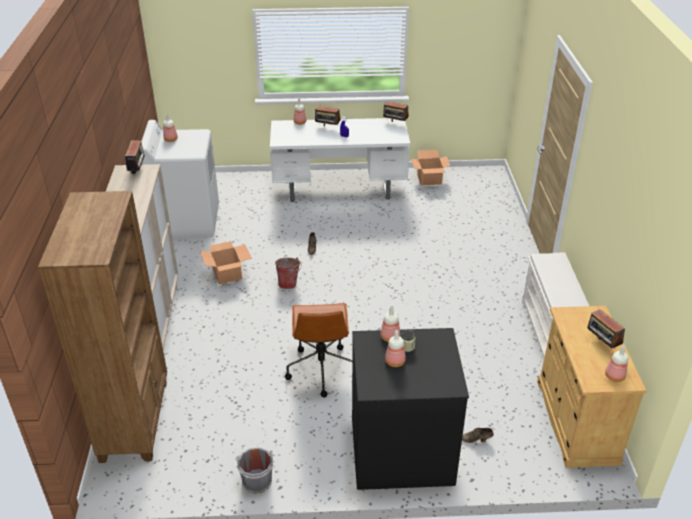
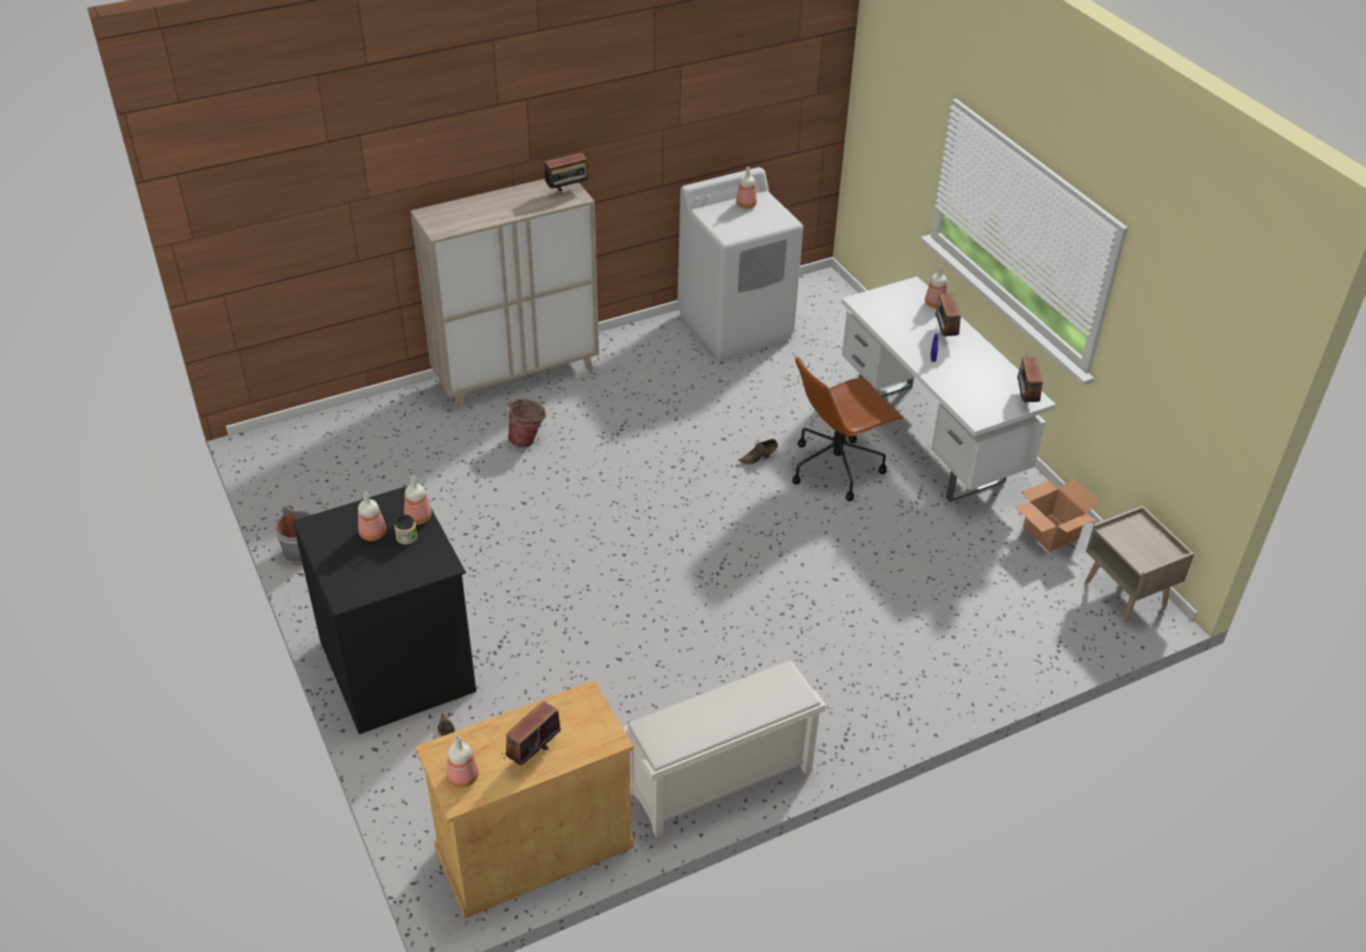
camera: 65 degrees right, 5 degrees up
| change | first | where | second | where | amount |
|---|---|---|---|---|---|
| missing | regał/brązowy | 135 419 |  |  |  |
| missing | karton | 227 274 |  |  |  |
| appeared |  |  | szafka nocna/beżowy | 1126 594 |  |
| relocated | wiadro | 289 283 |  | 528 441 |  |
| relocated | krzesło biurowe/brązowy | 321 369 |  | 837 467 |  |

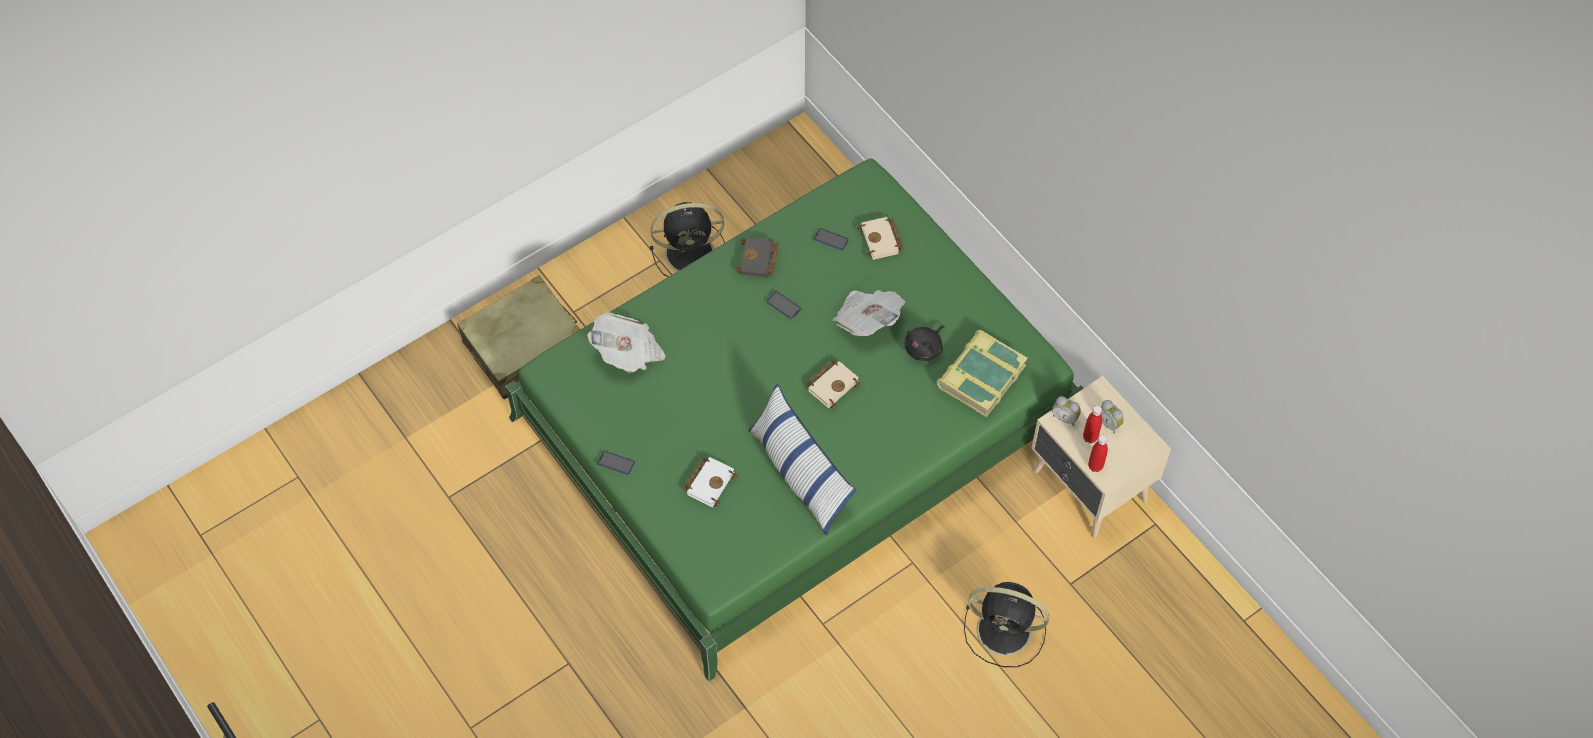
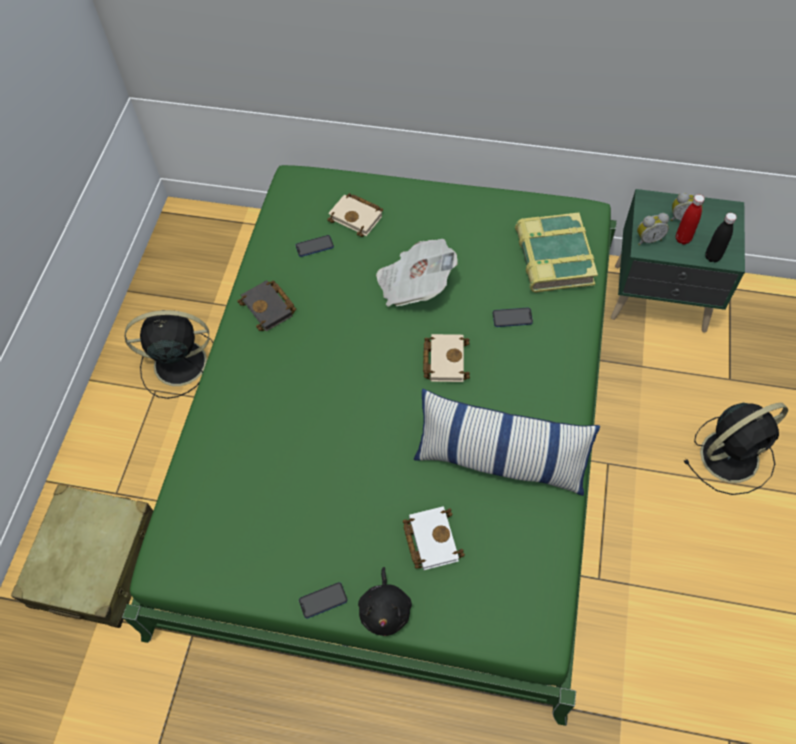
camera: 40 degrees left, 0 degrees up
| change | first | where | second | where | amount |
|---|---|---|---|---|---|
| missing | gazeta | 628 353 |  |  |  |
| relocated | telefon | 783 306 |  | 512 318 |  |
| relocated | pluszak/czarny | 924 348 |  | 385 609 |  |
| colour | szafka nocna/beżowy | 1089 488 | szafka nocna/zielony | 661 300 |  |
| colour | butelka/czerwony | 1095 466 | butelka/czarny | 712 257 |  |
| spun | wentylator/czarny | 691 252 |  | 177 363 | 135 degrees counterclockwise |

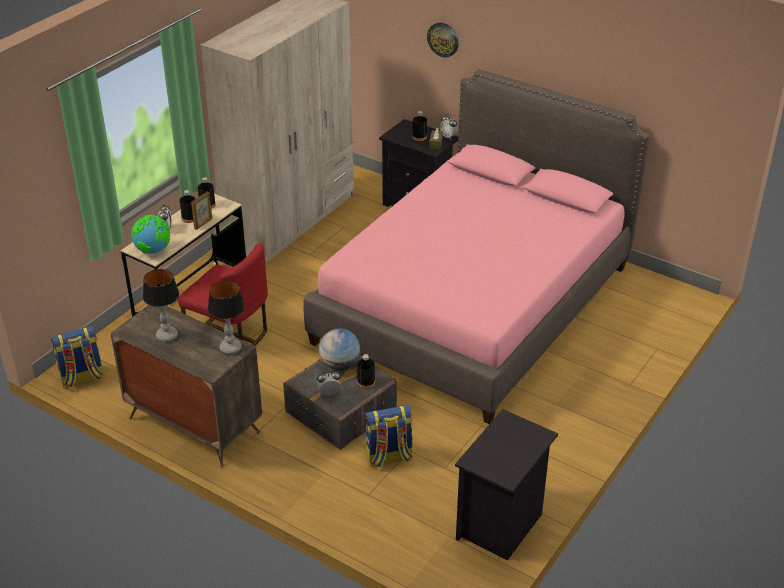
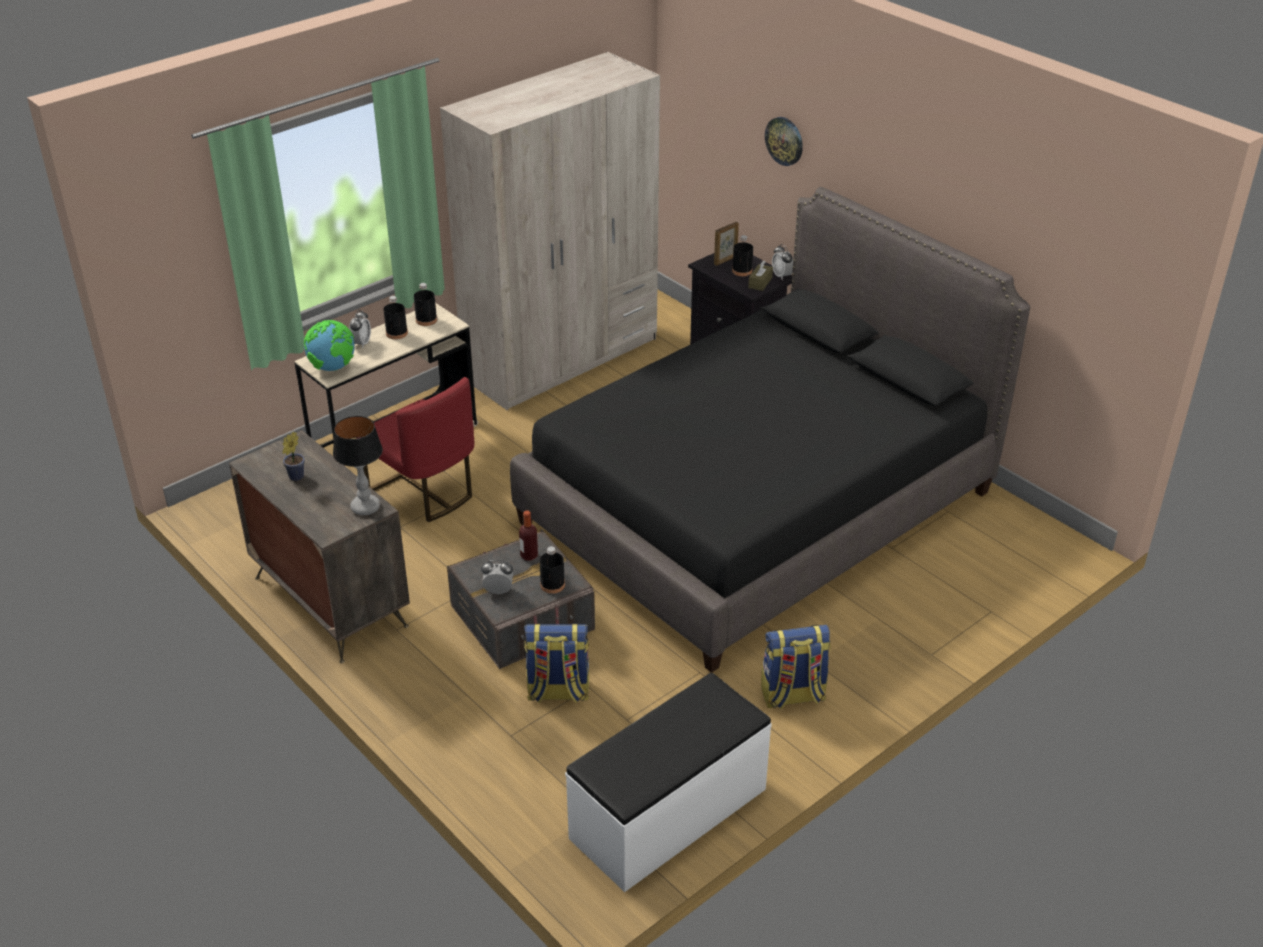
camera: 15 degrees right, 0 degrees up
| change | first | where | second | where | amount |
|---|---|---|---|---|---|
| relocated | plecak | 82 378 |  | 792 695 |  |
| relocated | ramka na zdjęcie | 203 224 |  | 725 260 |  |
| exchanged | lampa stołowa | 167 336 | roślina doniczkowa | 295 477 |  |
| exchanged | globus | 340 364 | butelka | 529 555 |  |
| exchanged | szafka nocna/czarny | 501 525 | ławka/biały | 669 814 |  |
| colour | łóżko/różowy | 474 304 | łóżko/czarny | 758 507 |  |

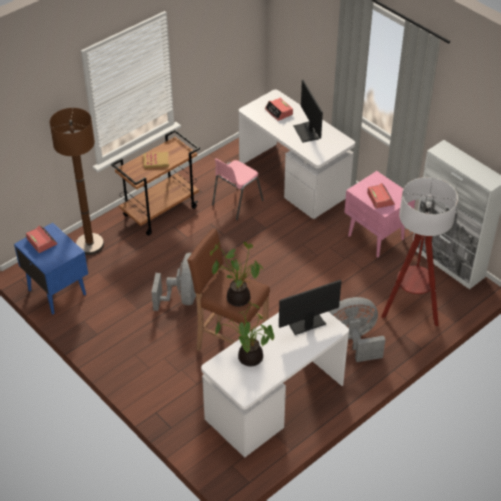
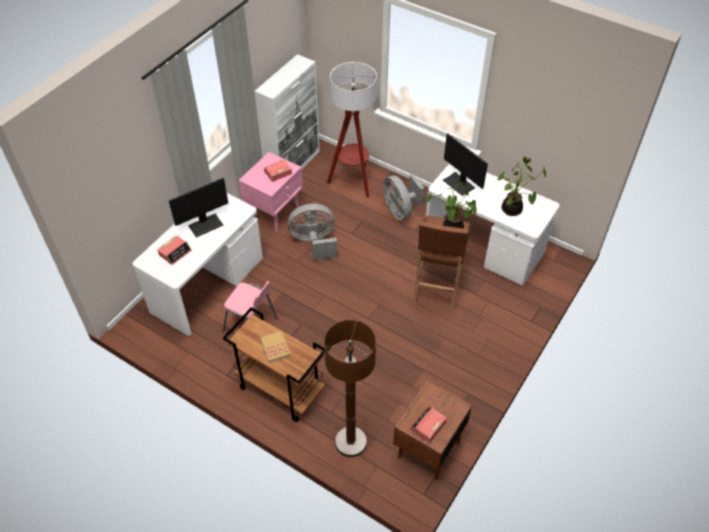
camera: 105 degrees left, 5 degrees up
| change | first | where | second | where | amount |
|---|---|---|---|---|---|
| relocated | wentylator/szary | 183 297 |  | 314 242 |  |
| colour | szafka nocna/niebieski | 57 291 | szafka nocna/brązowy | 427 450 |  |

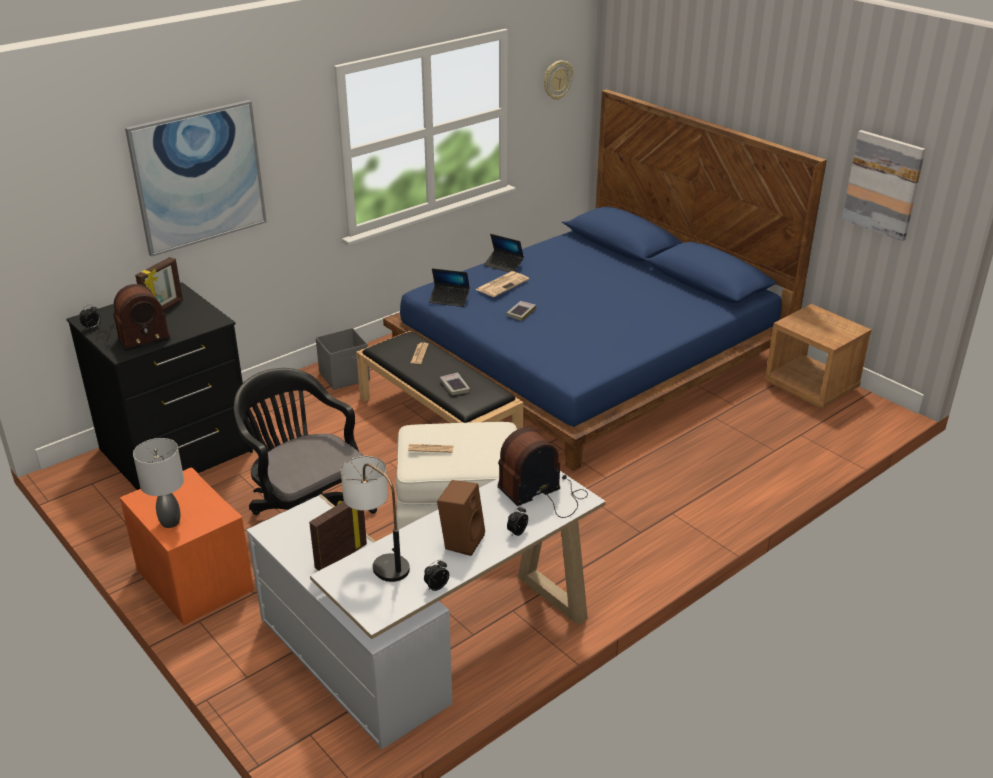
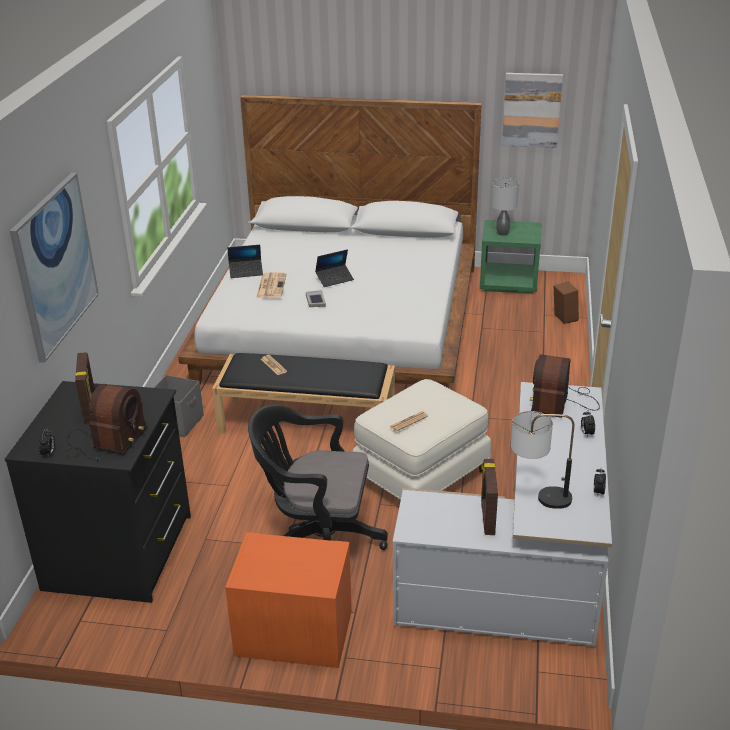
camera: 40 degrees left, 0 degrees up
| change | first | where | second | where | amount |
|---|---|---|---|---|---|
| missing | książka | 454 387 |  |  |  |
| missing | zegar ścienny | 557 80 |  |  |  |
| relocated | lampa stołowa/szary | 170 522 |  | 502 233 |  |
| relocated | laptop | 449 299 |  | 334 279 |  |
| relocated | głośnik/brązowy | 461 540 |  | 563 318 |  |
| colour | łóżko/niebieski | 588 355 | łóżko/biały | 342 323 |  |
| colour | szafka nocna/brązowy | 811 386 | szafka nocna/zielony | 509 282 |  |

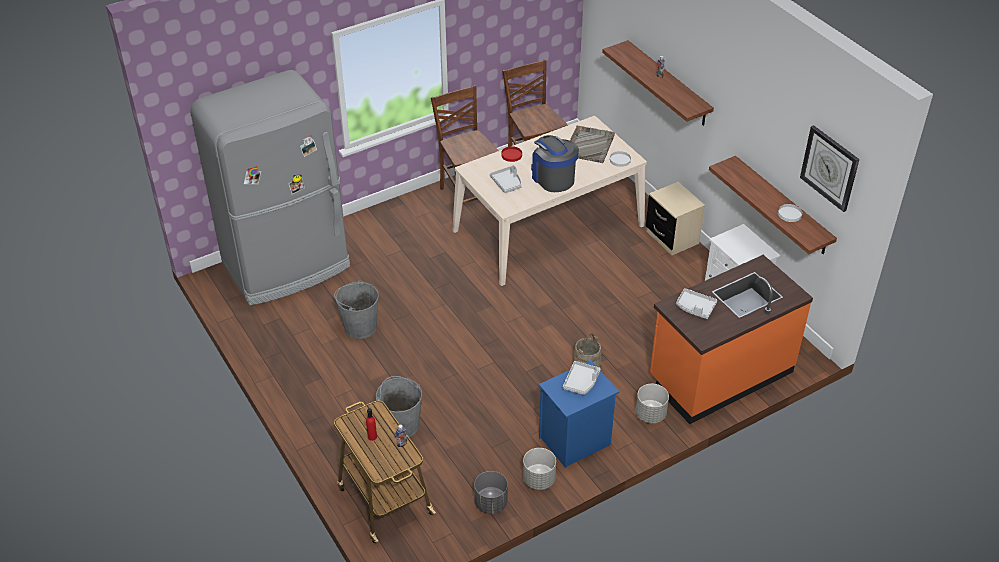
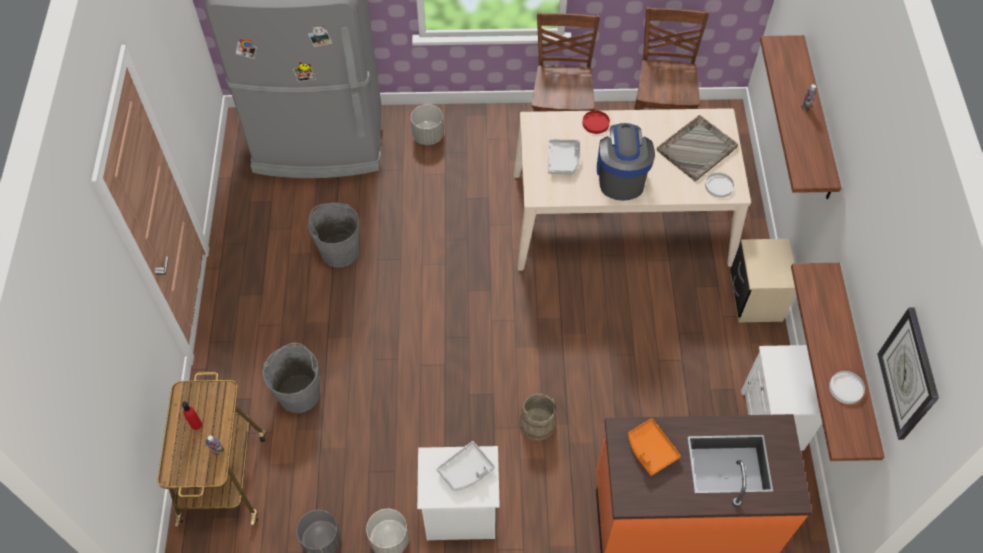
camera: 30 degrees right, 15 degrees up
| change | first | where | second | where | amount |
|---|---|---|---|---|---|
| relocated | donica/szary | 650 414 |  | 428 136 |  |
| colour | szafka nocna/niebieski | 574 442 | szafka nocna/biały | 459 513 |  |
| colour | taca/szary | 695 308 | taca/pomarańczowy | 650 450 |  |

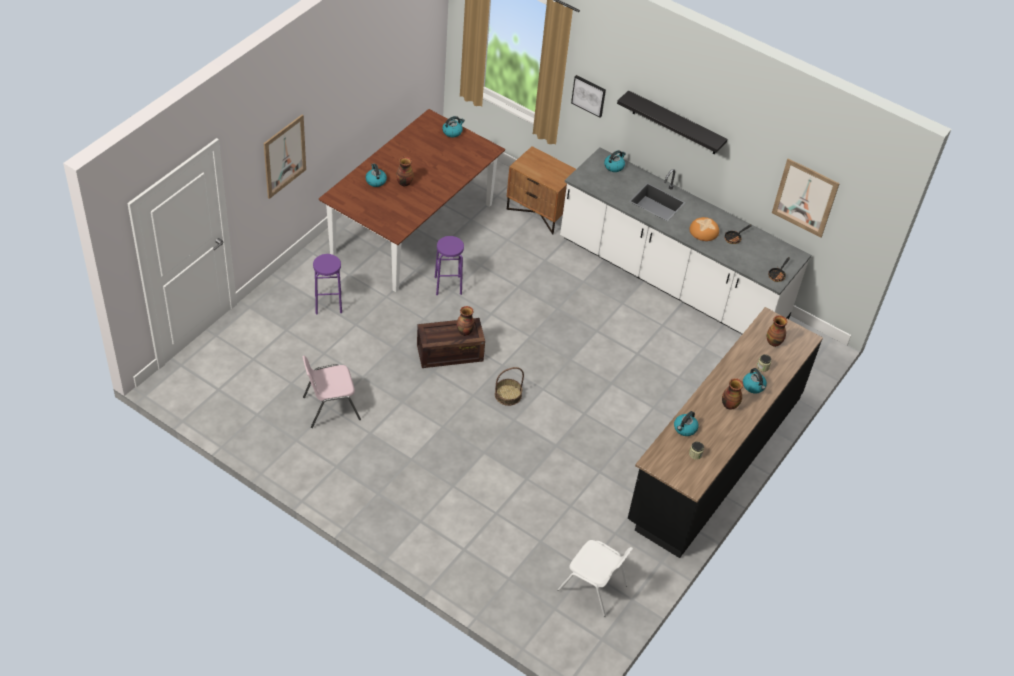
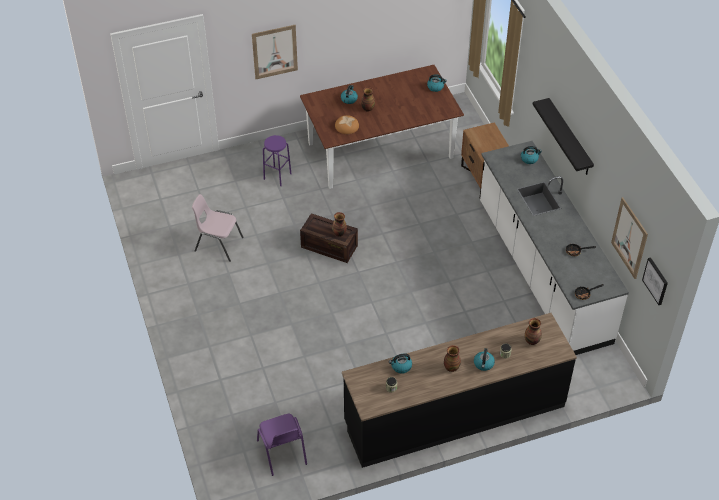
camera: 40 degrees right, 0 degrees up
| change | first | where | second | where | amount |
|---|---|---|---|---|---|
| missing | stołek/fioletowy | 448 285 |  |  |  |
| missing | koszyk | 508 395 |  |  |  |
| relocated | obraz | 589 95 |  | 656 281 |  |
| relocated | chleb | 703 231 |  | 346 126 |  |
| colour | krzesło/biały | 593 588 | krzesło/fioletowy | 282 453 |  |

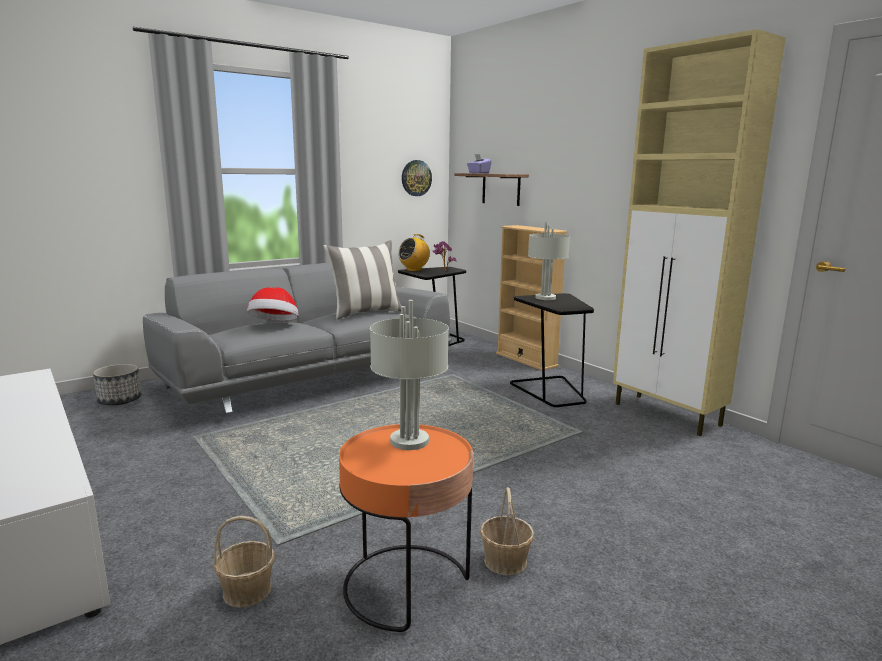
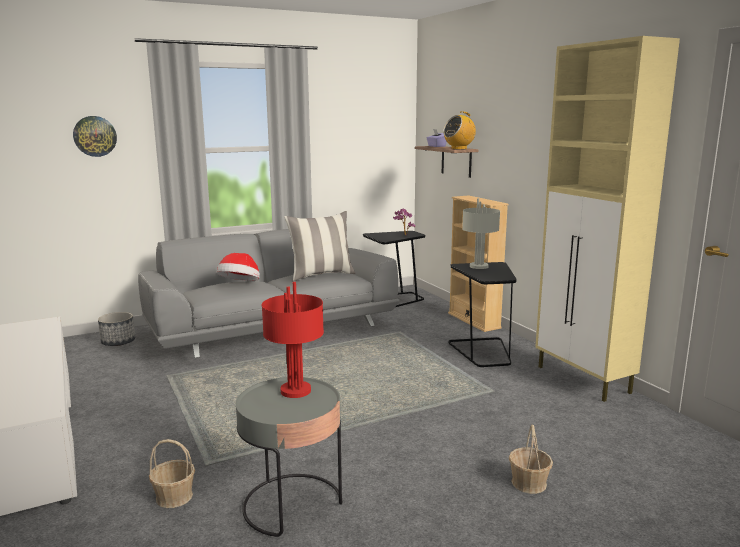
camera: 10 degrees right, 0 degrees up
| change | first | where | second | where | amount |
|---|---|---|---|---|---|
| relocated | radio | 414 270 |  | 459 149 |  |
| relocated | zegar ścienny | 416 178 |  | 95 136 |  |
| relocated | koszyk | 505 561 |  | 528 483 |  |
| colour | stolik/pomarańczowy | 406 585 | stolik/szary | 293 504 |  |
| colour | lampa stołowa/szary | 410 441 | lampa stołowa/czerwony | 296 391 |  |

